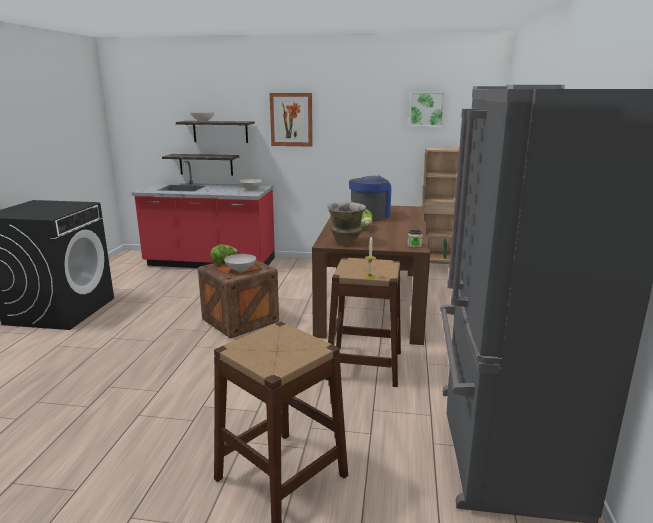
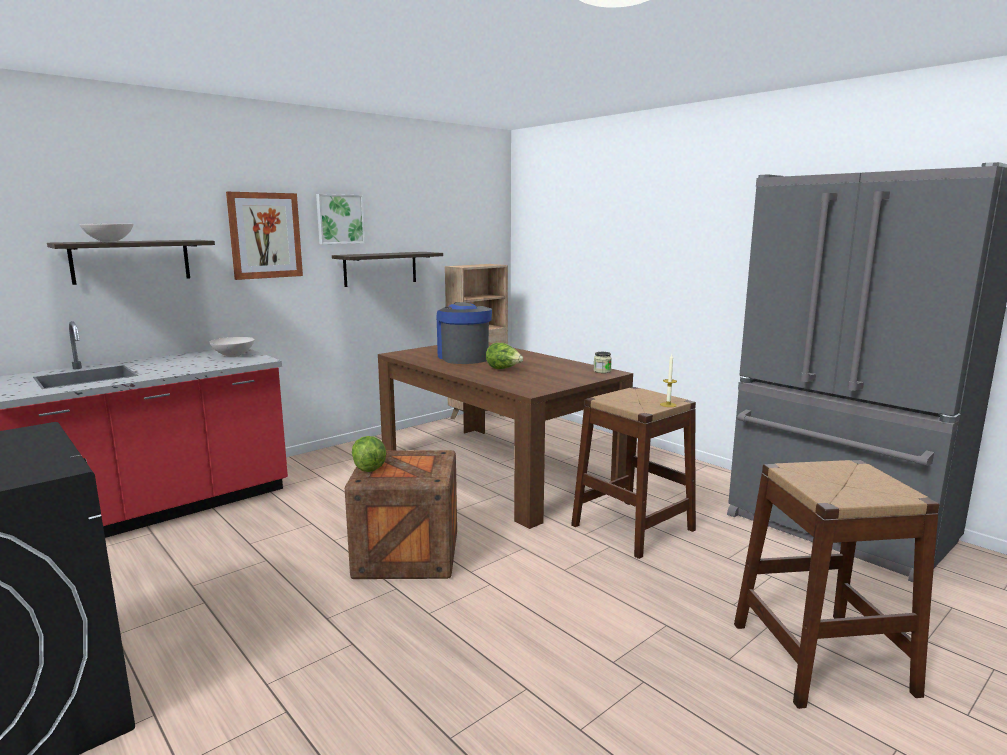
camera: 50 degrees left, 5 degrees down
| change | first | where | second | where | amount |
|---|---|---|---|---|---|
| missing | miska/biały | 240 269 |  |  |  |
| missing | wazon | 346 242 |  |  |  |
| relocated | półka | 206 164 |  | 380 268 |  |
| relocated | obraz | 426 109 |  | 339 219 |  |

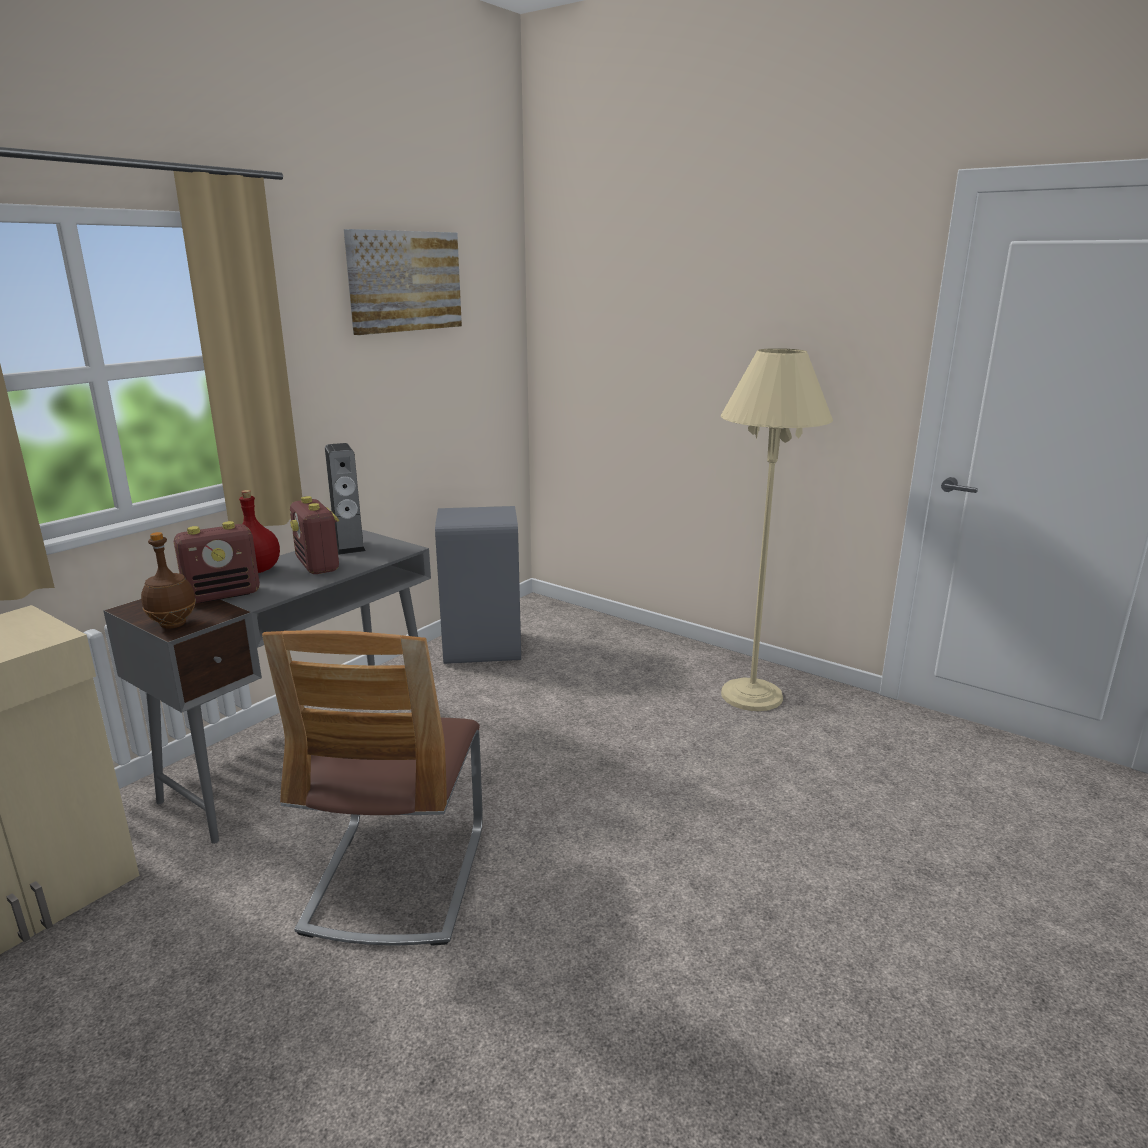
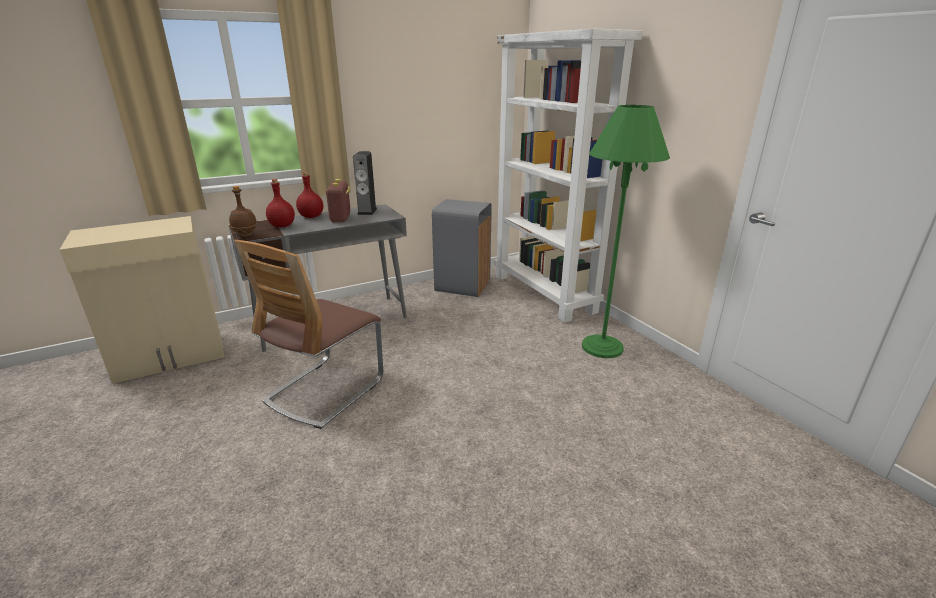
camera: 25 degrees right, 5 degrees up
| change | first | where | second | where | amount |
|---|---|---|---|---|---|
| missing | obraz | 404 281 |  |  |  |
| appeared |  |  | regał/biały | 545 293 |  |
| exchanged | radio | 223 595 | butelka/czerwony | 282 226 |  |
| colour | lampa stojąca/beżowy | 751 695 | lampa stojąca/zielony | 602 347 |  |

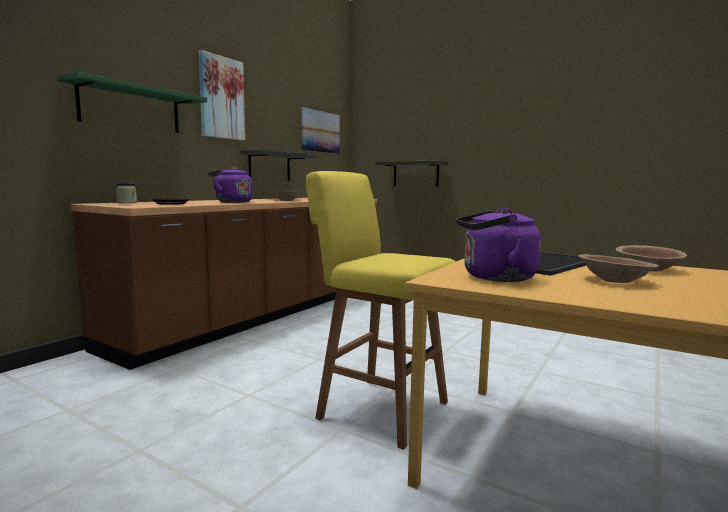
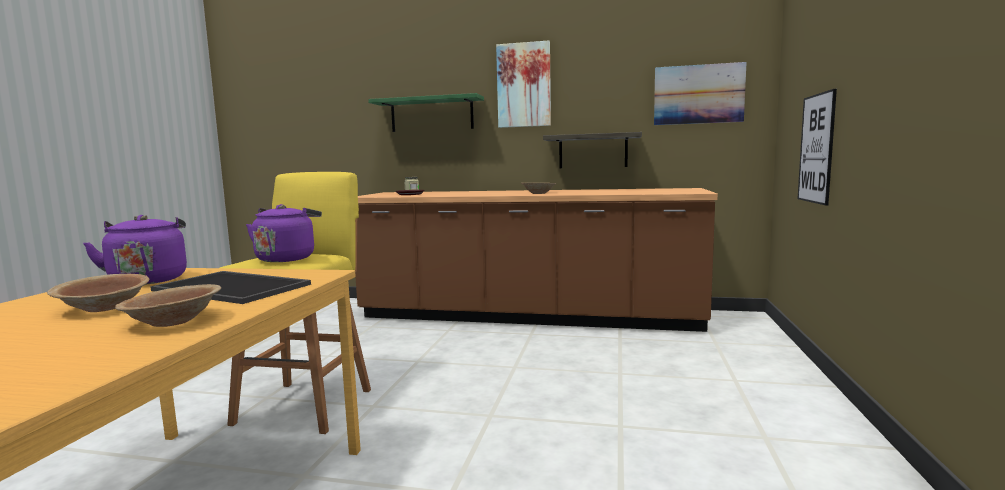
camera: 70 degrees right, 0 degrees up
| change | first | where | second | where | amount |
|---|---|---|---|---|---|
| relocated | czajnik/fioletowy | 232 202 |  | 287 258 |  |
| exchanged | półka | 416 174 | obraz | 816 148 |  |

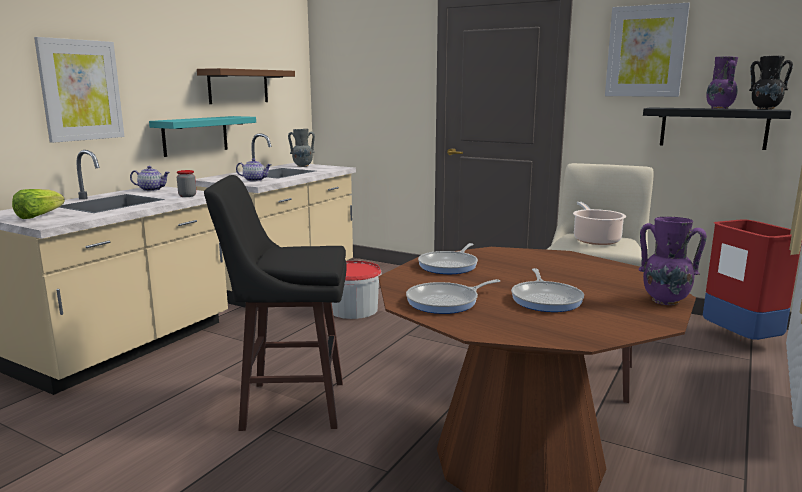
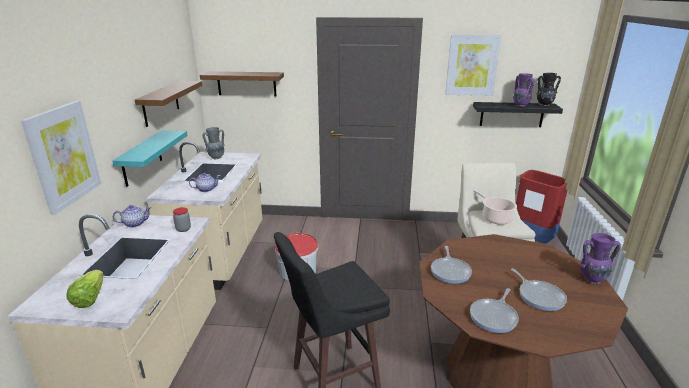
camera: 25 degrees left, 10 degrees up
| change | first | where | second | where | amount |
|---|---|---|---|---|---|
| appeared |  |  | półka/brązowy | 246 83 |  |

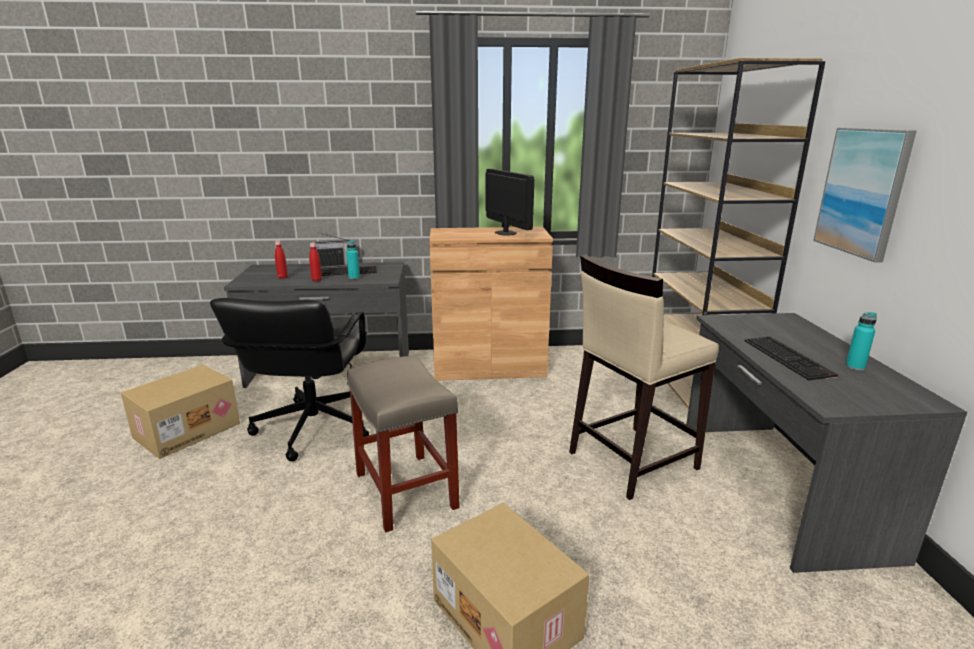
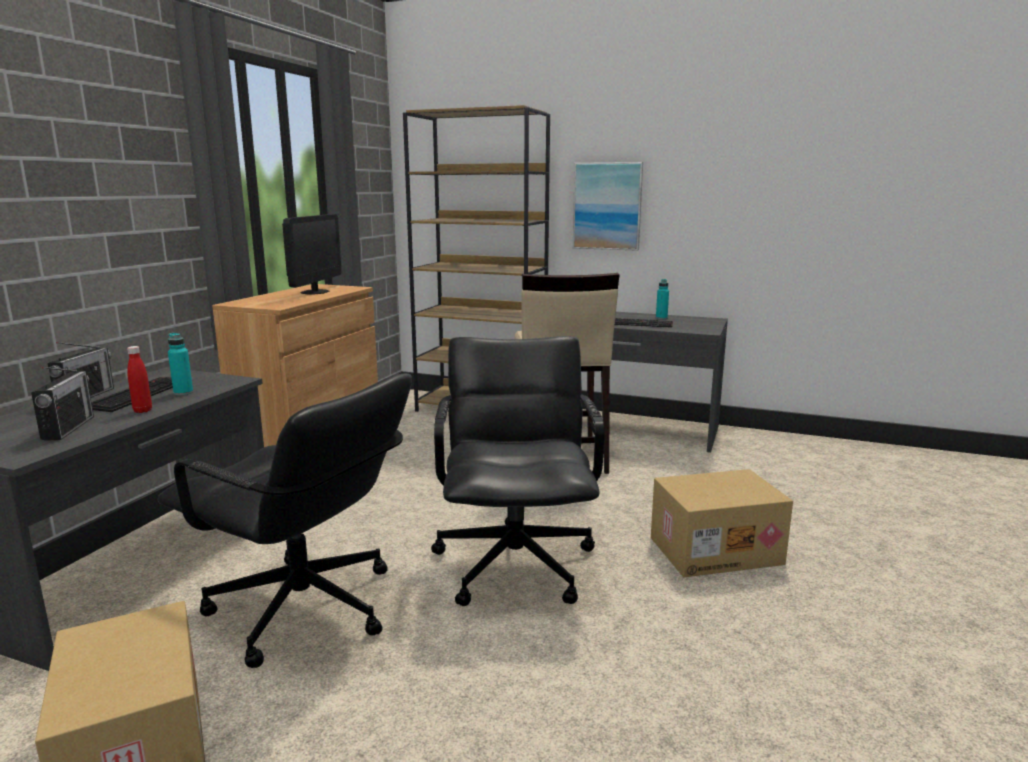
camera: 65 degrees left, 5 degrees down
| change | first | where | second | where | amount |
|---|---|---|---|---|---|
| exchanged | butelka/czerwony | 282 277 | radio | 68 428 |  |
| exchanged | stołek/beżowy | 406 491 | krzesło biurowe/czarny | 516 564 |  |
| spun | monitor | 505 233 |  | 315 292 | 105 degrees clockwise |

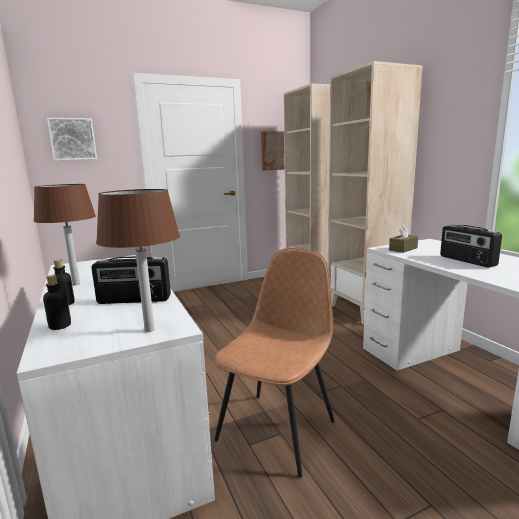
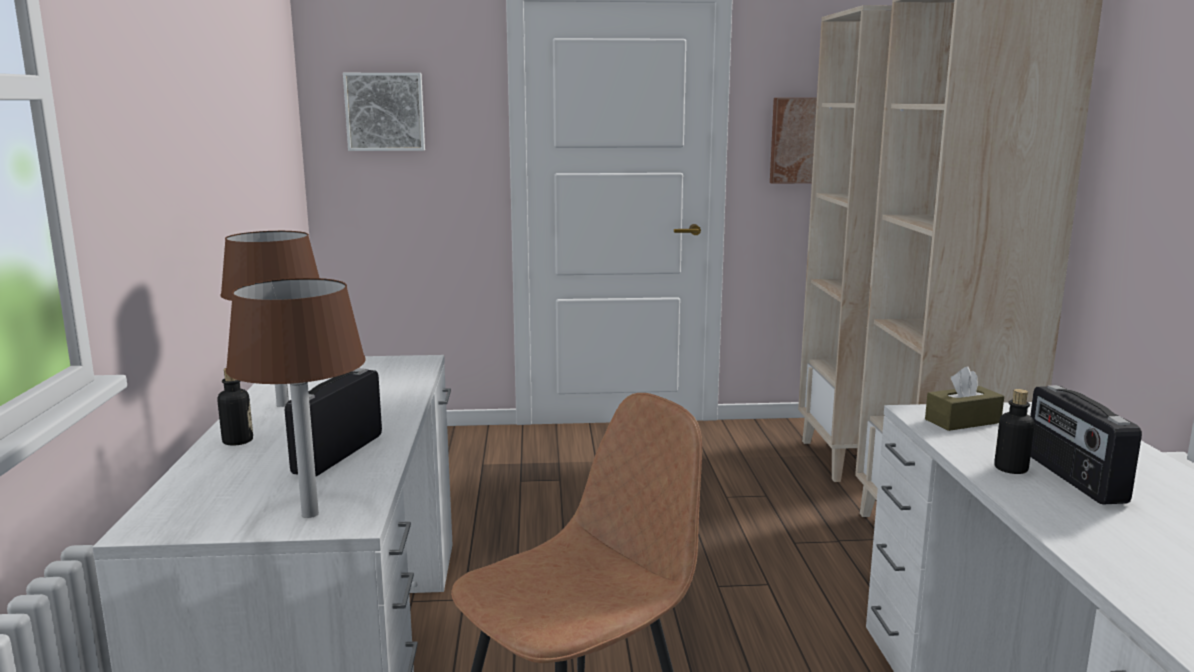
camera: 20 degrees right, 0 degrees up
| change | first | where | second | where | amount |
|---|---|---|---|---|---|
| relocated | butelka | 60 326 |  | 1011 469 |  |
| spun | radio | 134 300 |  | 337 454 | 90 degrees clockwise |

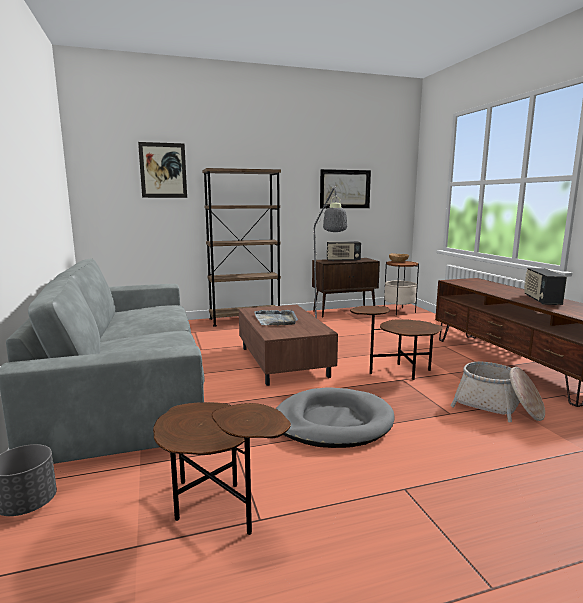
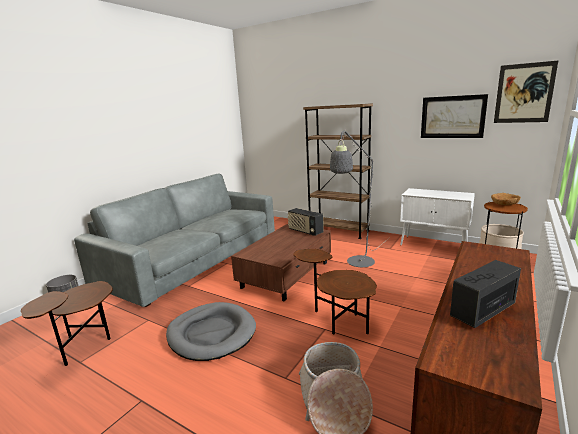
camera: 50 degrees right, 5 degrees up
| change | first | where | second | where | amount |
|---|---|---|---|---|---|
| missing | taca/szary | 276 319 |  |  |  |
| relocated | obraz | 163 170 |  | 524 93 |  |
| relocated | radio | 343 260 |  | 305 231 |  |
| colour | szafka/brązowy | 344 312 | szafka/biały | 434 245 |  |

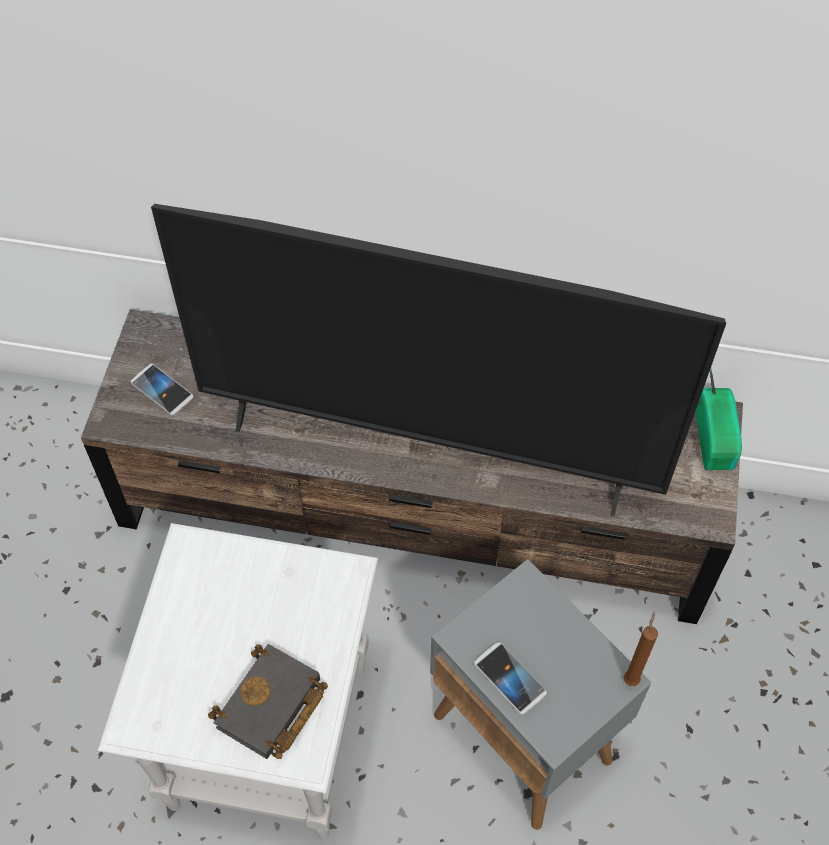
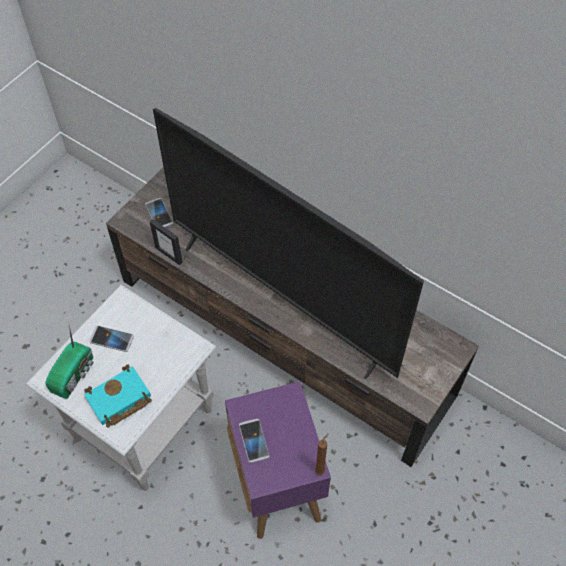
camera: 25 degrees right, 0 degrees up
| change | first | where | second | where | amount |
|---|---|---|---|---|---|
| appeared |  |  | telefon | 111 339 |  |
| appeared |  |  | ramka na zdjęcie | 169 254 |  |
| relocated | radio | 715 435 |  | 74 374 |  |
| colour | książka/czarny | 271 709 | książka/turkusowy | 118 400 |  |
| colour | stolik/szary | 523 739 | stolik/fioletowy | 277 486 |  |

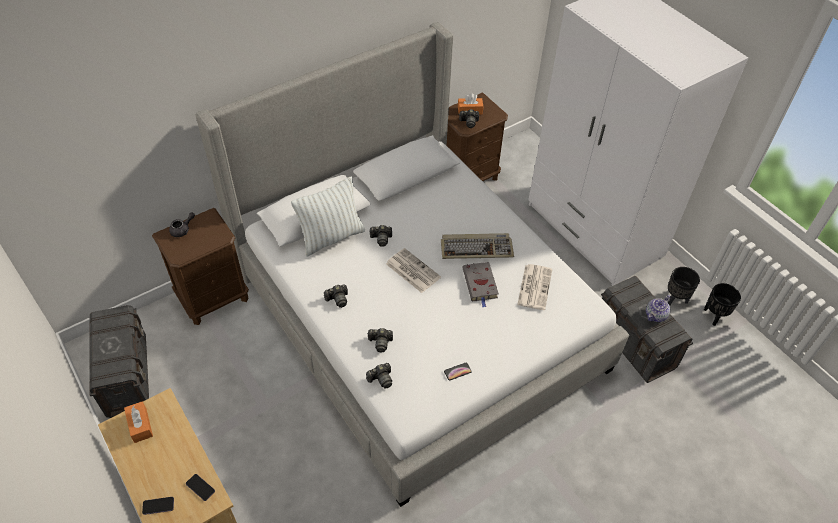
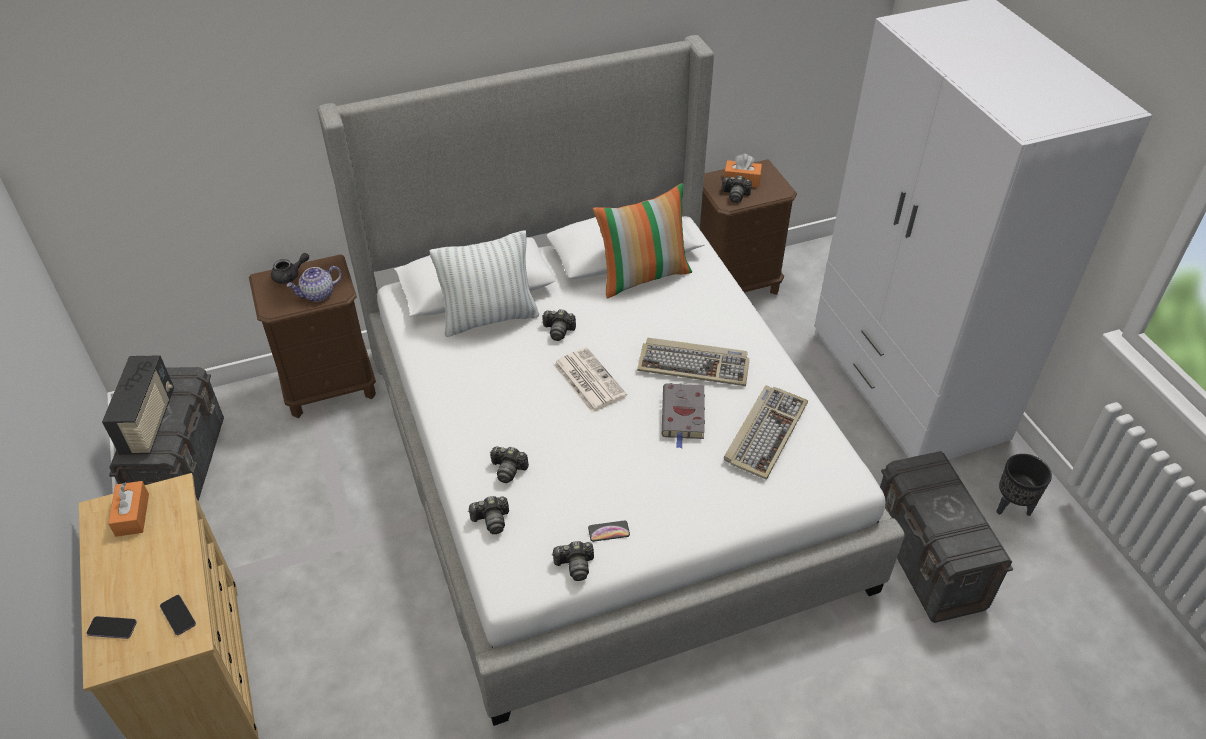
camera: 15 degrees right, 5 degrees down
| change | first | where | second | where | amount |
|---|---|---|---|---|---|
| missing | donica/czarny | 714 316 |  |  |  |
| appeared |  |  | radio | 149 422 |  |
| appeared |  |  | poduszka | 643 276 |  |
| relocated | aparat fotograficzny | 337 299 |  | 575 565 |  |
| relocated | imbryk | 655 315 |  | 318 294 |  |
| exchanged | gazeta | 534 286 | klawiatura | 765 432 |  |

